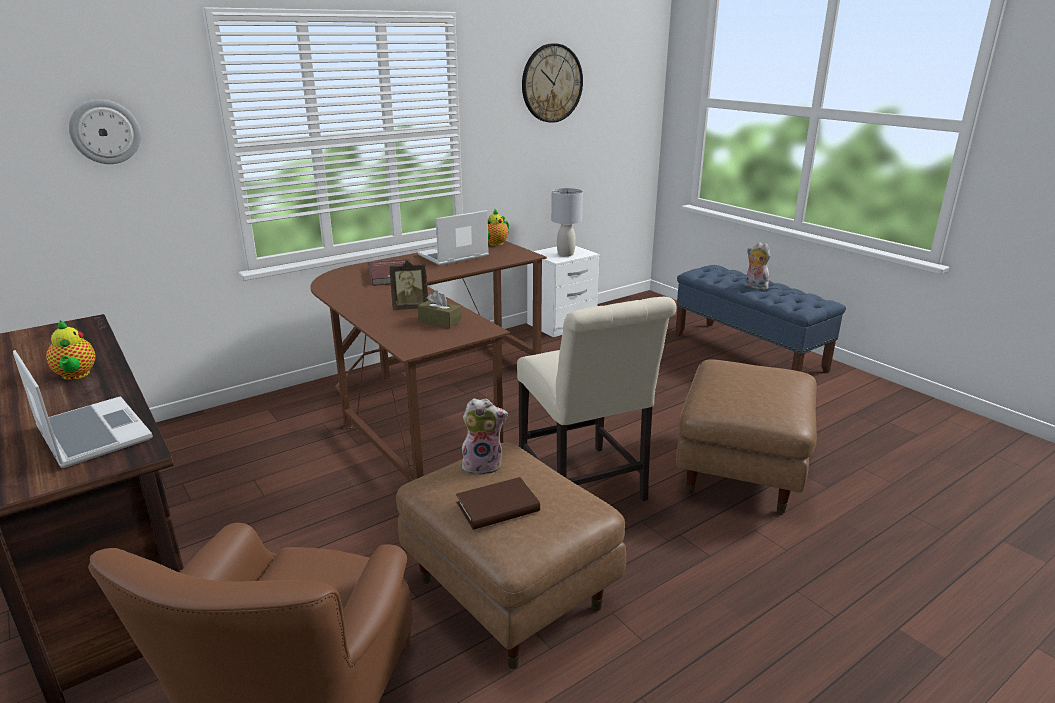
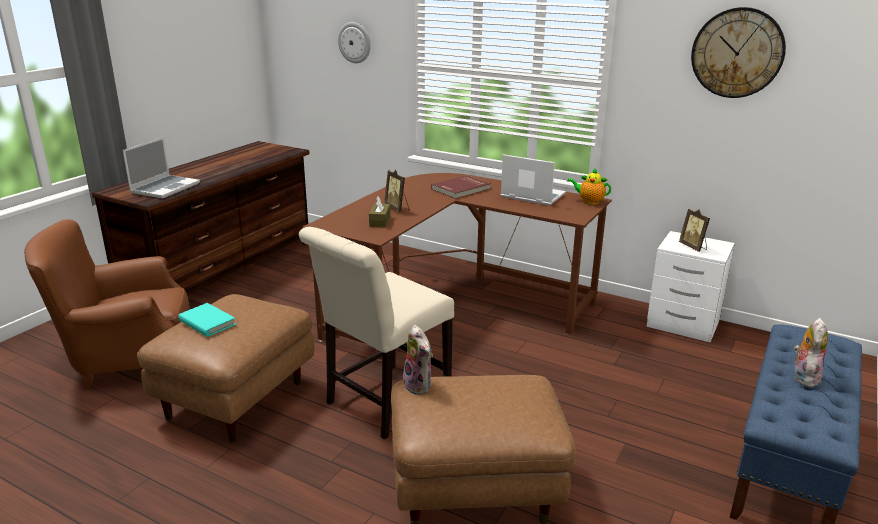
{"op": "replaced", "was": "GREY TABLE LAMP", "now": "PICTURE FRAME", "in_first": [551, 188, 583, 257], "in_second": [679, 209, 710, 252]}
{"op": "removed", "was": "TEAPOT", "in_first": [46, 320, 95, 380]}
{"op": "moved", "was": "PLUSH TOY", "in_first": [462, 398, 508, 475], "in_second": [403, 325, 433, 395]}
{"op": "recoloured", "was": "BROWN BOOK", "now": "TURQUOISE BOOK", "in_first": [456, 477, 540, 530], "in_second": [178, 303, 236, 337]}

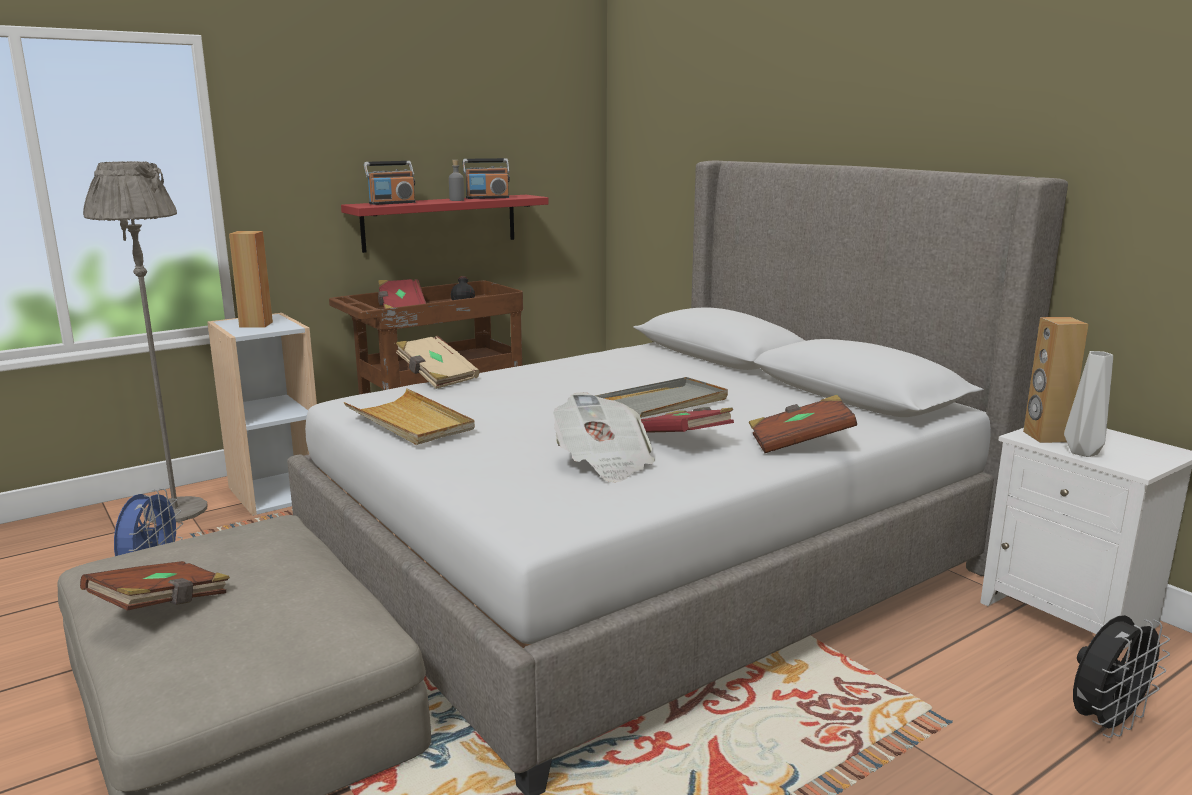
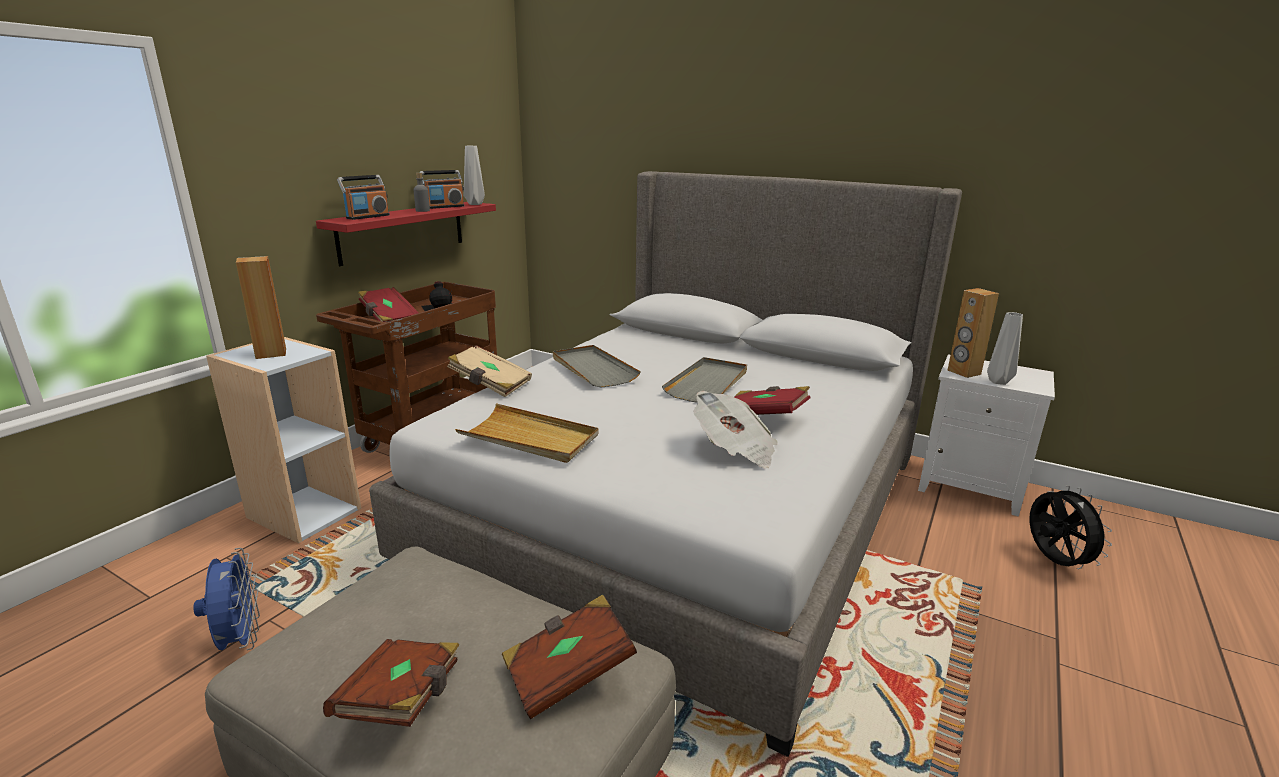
{"op": "removed", "was": "GREY FLOOR LAMP", "in_first": [83, 161, 207, 523]}
{"op": "moved", "was": "BROWN BOOK", "in_first": [749, 395, 857, 453], "in_second": [502, 594, 637, 719]}
{"op": "turned", "was": "BLACK FAN", "in_first": [1073, 615, 1170, 738], "in_second": [1029, 485, 1112, 569], "clockwise": -45}
{"op": "added", "now": "GREY VASE", "in_second": [464, 146, 485, 205]}
{"op": "added", "now": "GREY TRAY", "in_second": [553, 345, 641, 388]}

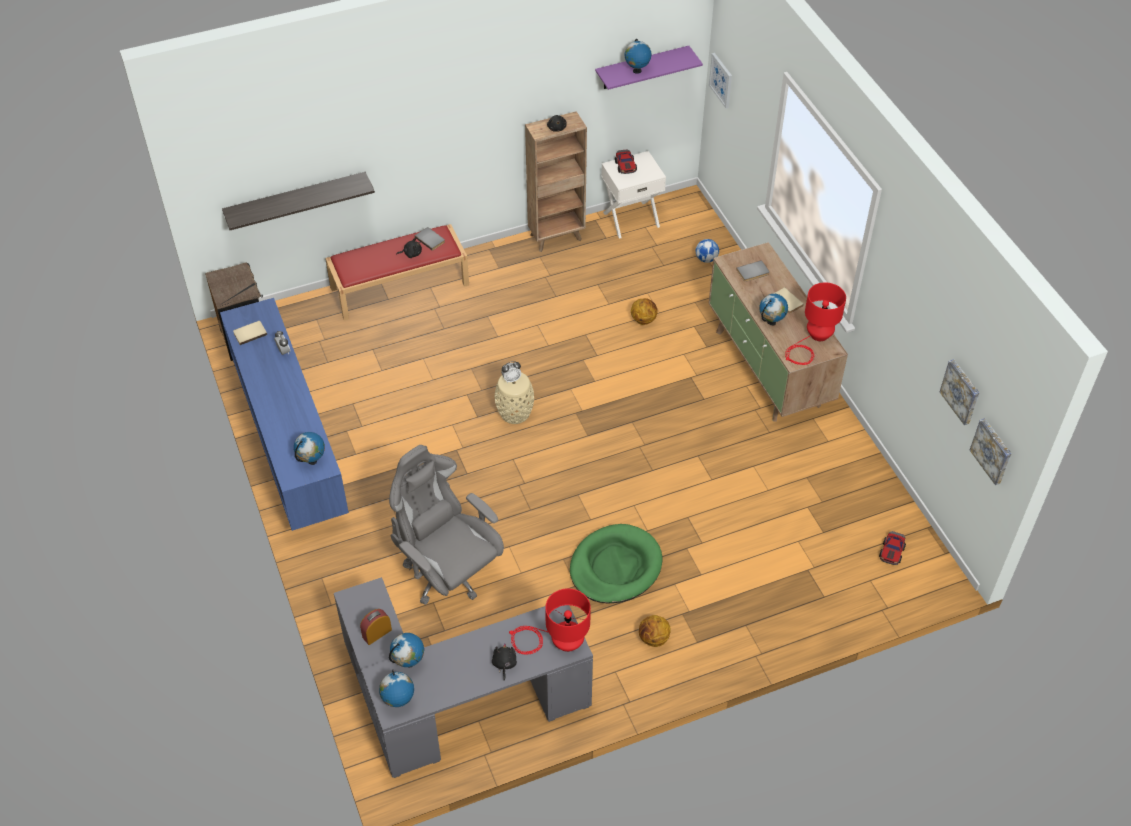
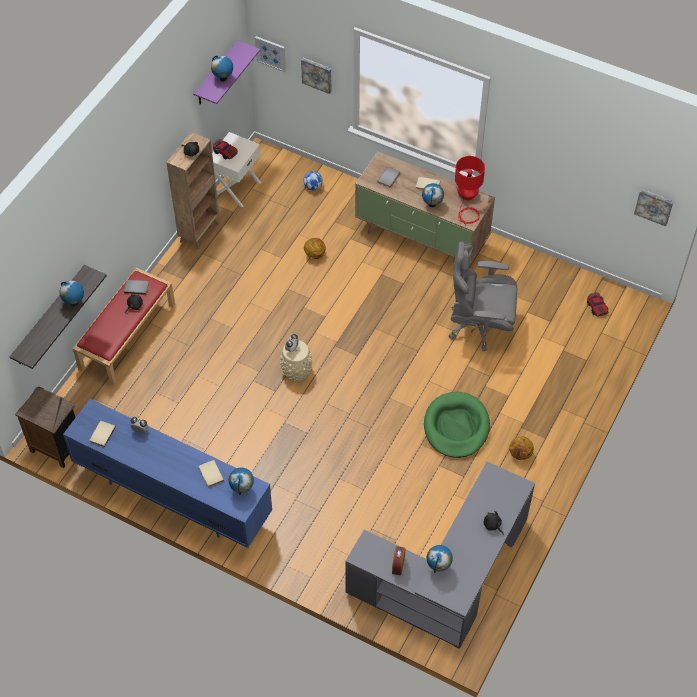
{"op": "moved", "was": "PICTURE", "in_first": [940, 359, 979, 425], "in_second": [301, 58, 332, 94]}
{"op": "moved", "was": "GREY OFFICE CHAIR", "in_first": [389, 445, 504, 605], "in_second": [449, 241, 517, 351]}
{"op": "removed", "was": "RED TABLE LAMP", "in_first": [509, 588, 591, 654]}
{"op": "moved", "was": "GLOBE", "in_first": [379, 670, 414, 707], "in_second": [59, 281, 84, 306]}
{"op": "added", "now": "BEIGE BOOK", "in_second": [199, 460, 224, 487]}

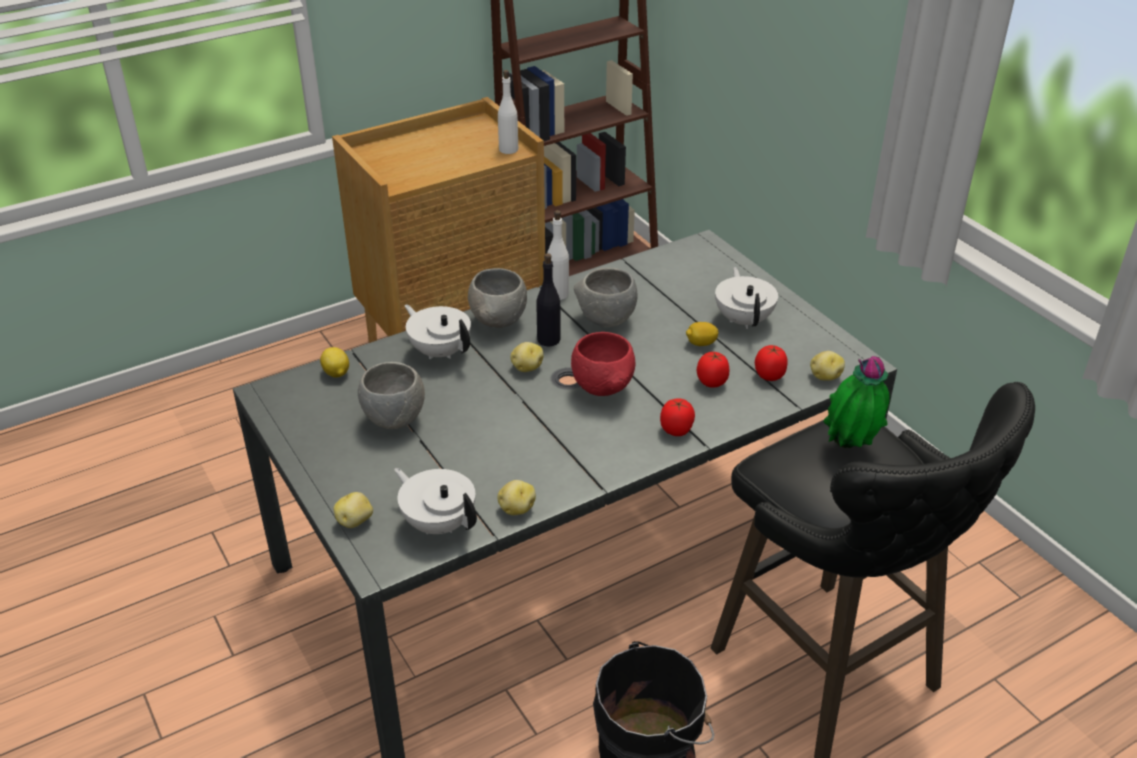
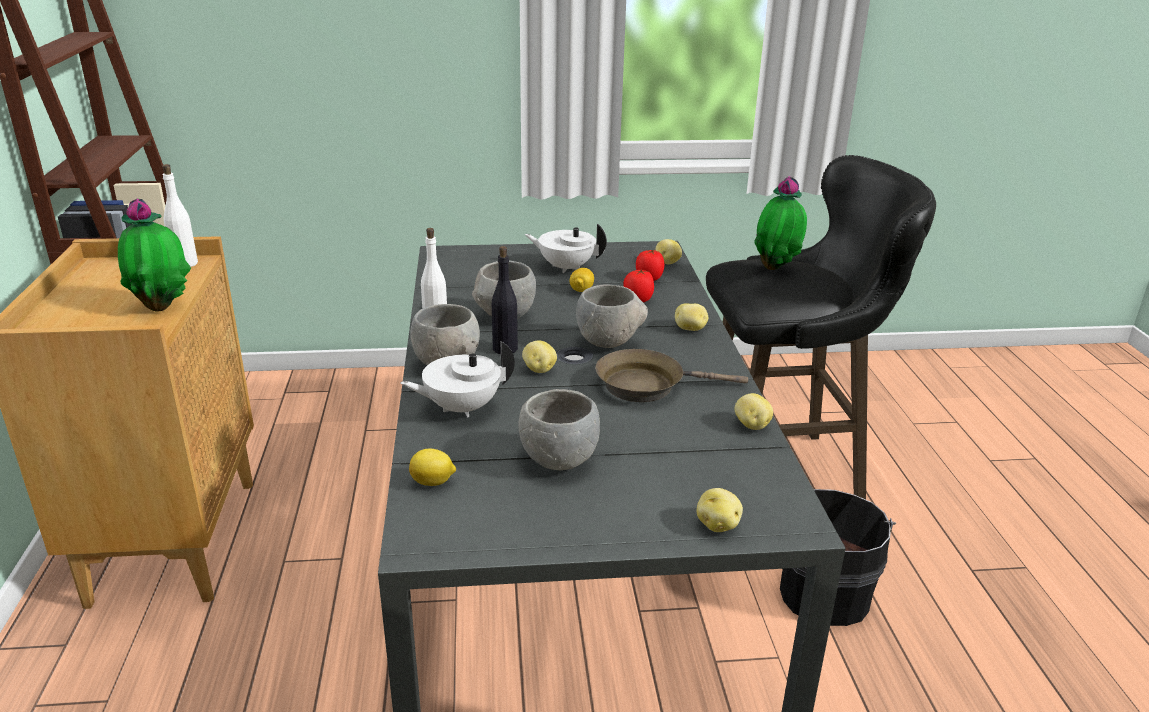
{"op": "recoloured", "was": "RED BOWL", "now": "GREY BOWL", "in_first": [571, 332, 636, 396], "in_second": [576, 284, 648, 348]}
{"op": "replaced", "was": "TOMATO", "now": "POTATO", "in_first": [660, 398, 695, 436], "in_second": [675, 303, 708, 331]}
{"op": "removed", "was": "WHITE TEAPOT", "in_first": [394, 468, 477, 535]}
{"op": "added", "now": "POTTED PLANT", "in_second": [118, 199, 191, 312]}
{"op": "added", "now": "BROWN FRYING PAN", "in_second": [595, 349, 748, 402]}

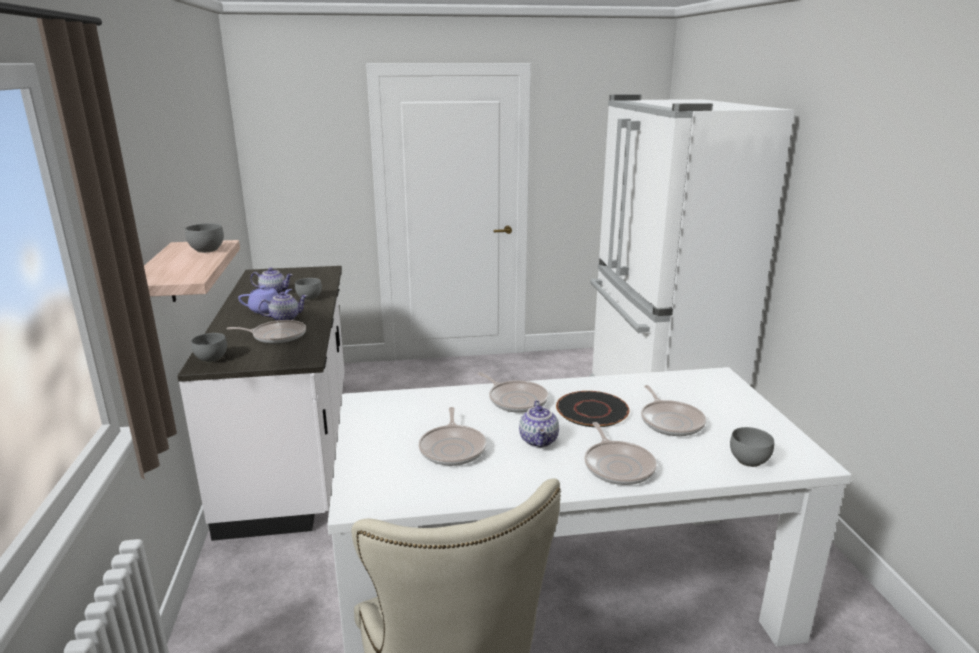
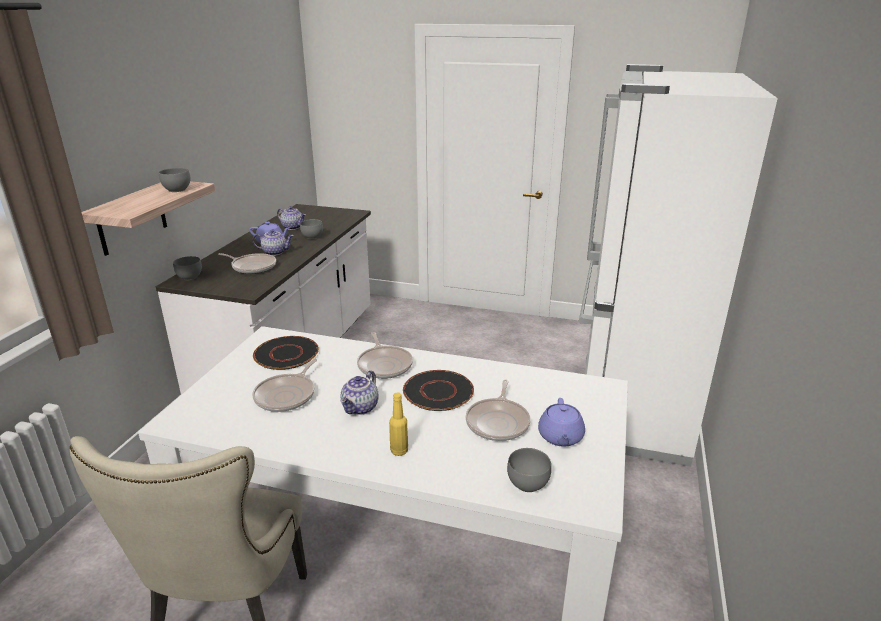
{"op": "replaced", "was": "FRYING PAN", "now": "YELLOW BOTTLE", "in_first": [585, 422, 657, 485], "in_second": [389, 392, 408, 456]}
{"op": "added", "now": "BLACK PLATE", "in_second": [253, 336, 319, 370]}
{"op": "added", "now": "PURPLE TEAPOT", "in_second": [538, 398, 585, 447]}

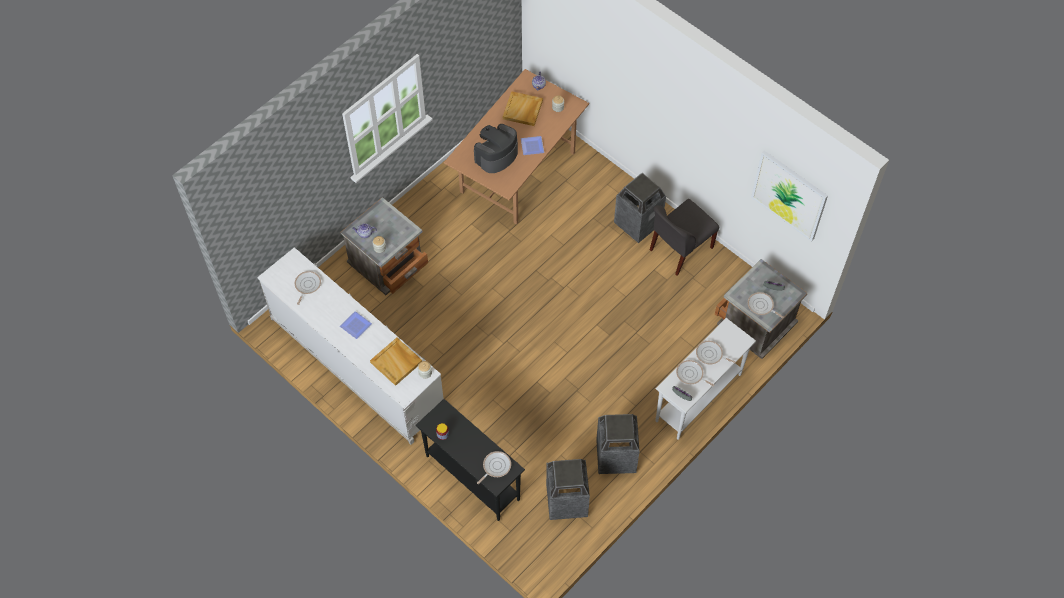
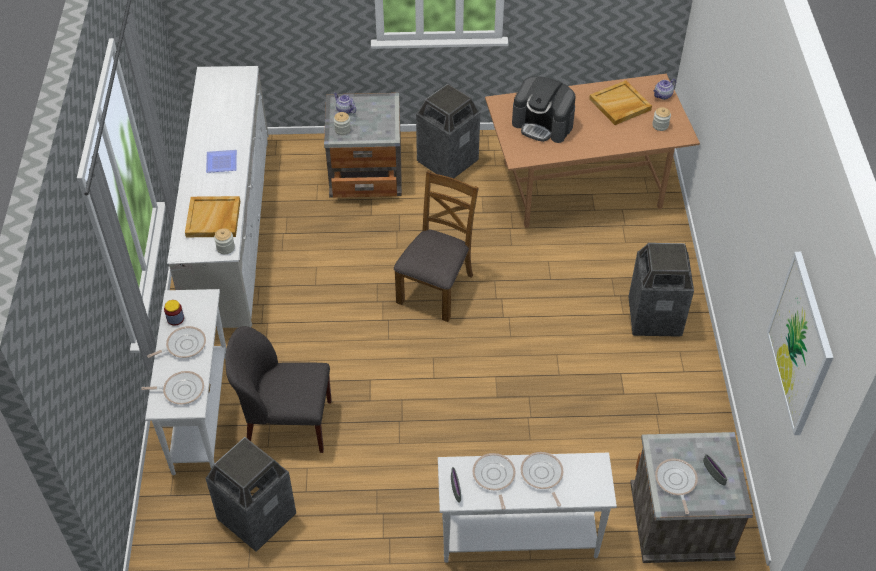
{"op": "turned", "was": "COFFEE MACHINE", "in_first": [474, 124, 518, 173], "in_second": [512, 76, 576, 143], "clockwise": -150}
{"op": "removed", "was": "PLATE", "in_first": [521, 136, 544, 155]}
{"op": "moved", "was": "GREY CHAIR", "in_first": [650, 199, 719, 275], "in_second": [225, 326, 331, 453]}
{"op": "moved", "was": "FRYING PAN", "in_first": [294, 271, 321, 305], "in_second": [147, 326, 206, 358]}
{"op": "recoloured", "was": "BLACK CONSOLE TABLE", "now": "WHITE CONSOLE TABLE", "in_first": [416, 399, 525, 521], "in_second": [145, 289, 227, 475]}
{"op": "moved", "was": "TRASH CAN", "in_first": [596, 414, 640, 474], "in_second": [416, 84, 480, 178]}
{"op": "added", "now": "BROWN CHAIR", "in_second": [394, 171, 479, 322]}

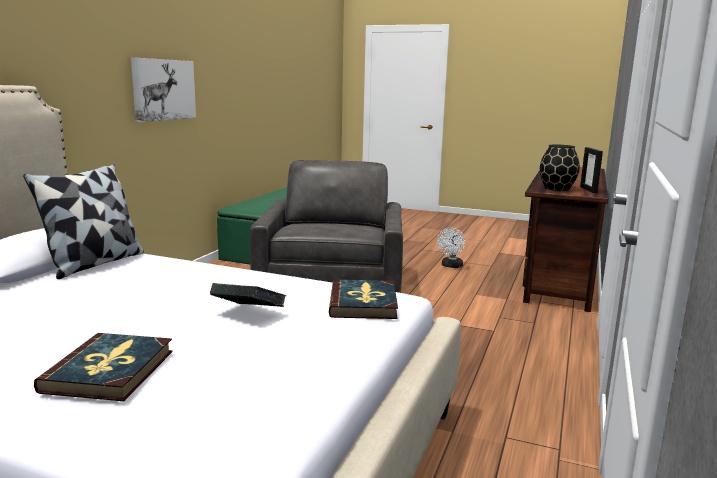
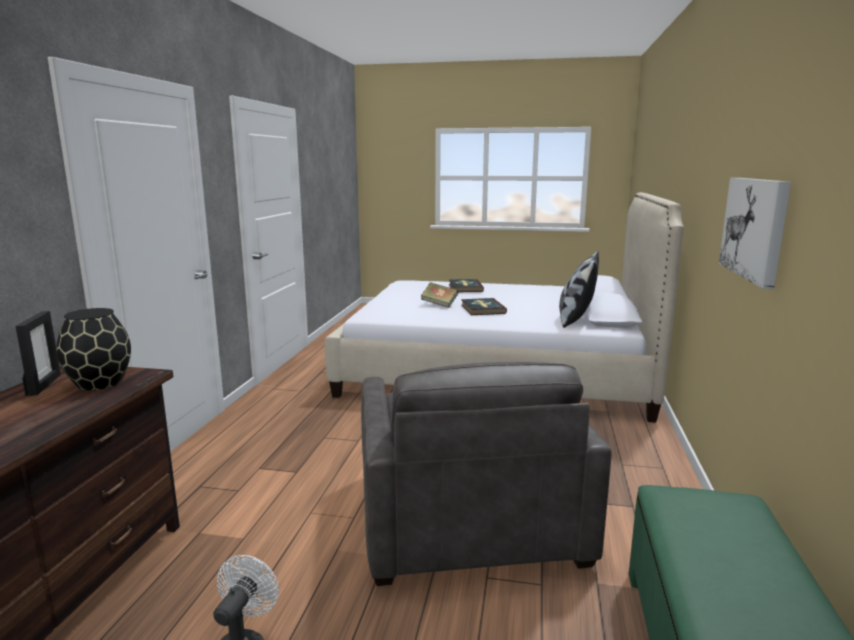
{"op": "moved", "was": "BOOK", "in_first": [329, 279, 398, 319], "in_second": [461, 298, 507, 315]}

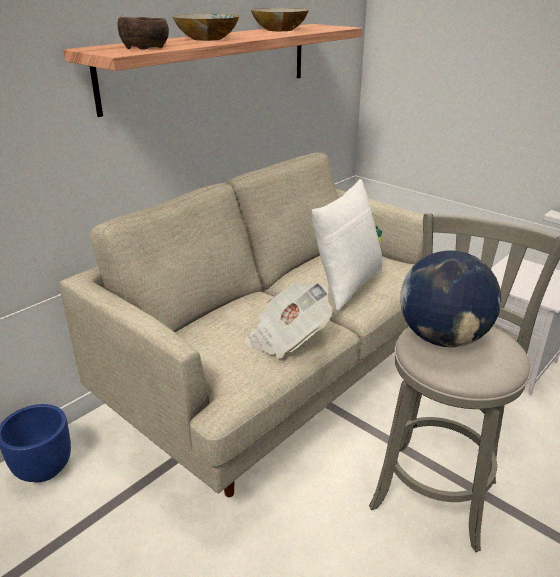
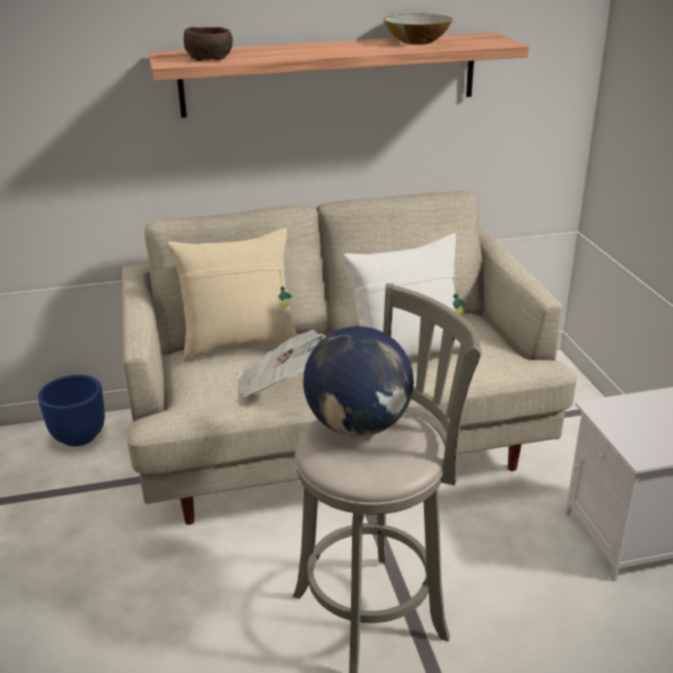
{"op": "removed", "was": "BOWL", "in_first": [173, 14, 239, 41]}
{"op": "added", "now": "BEIGE PILLOW", "in_second": [167, 228, 297, 361]}

